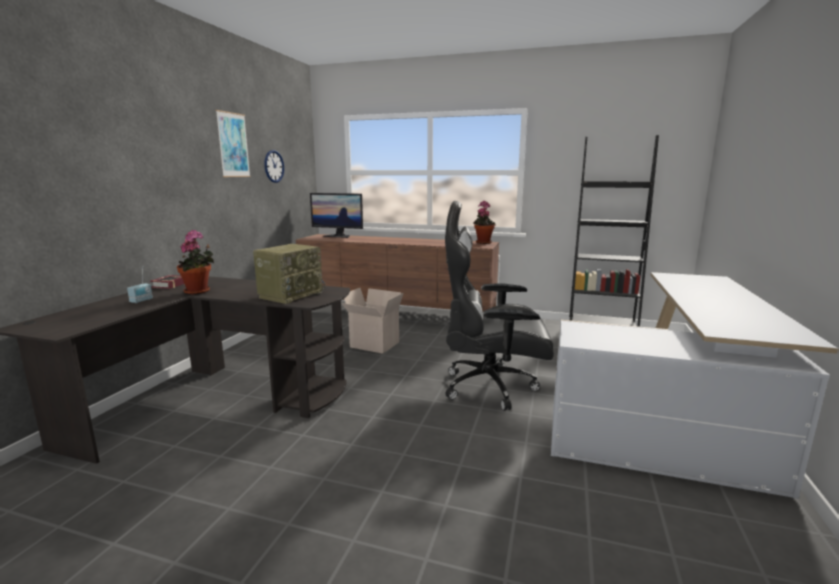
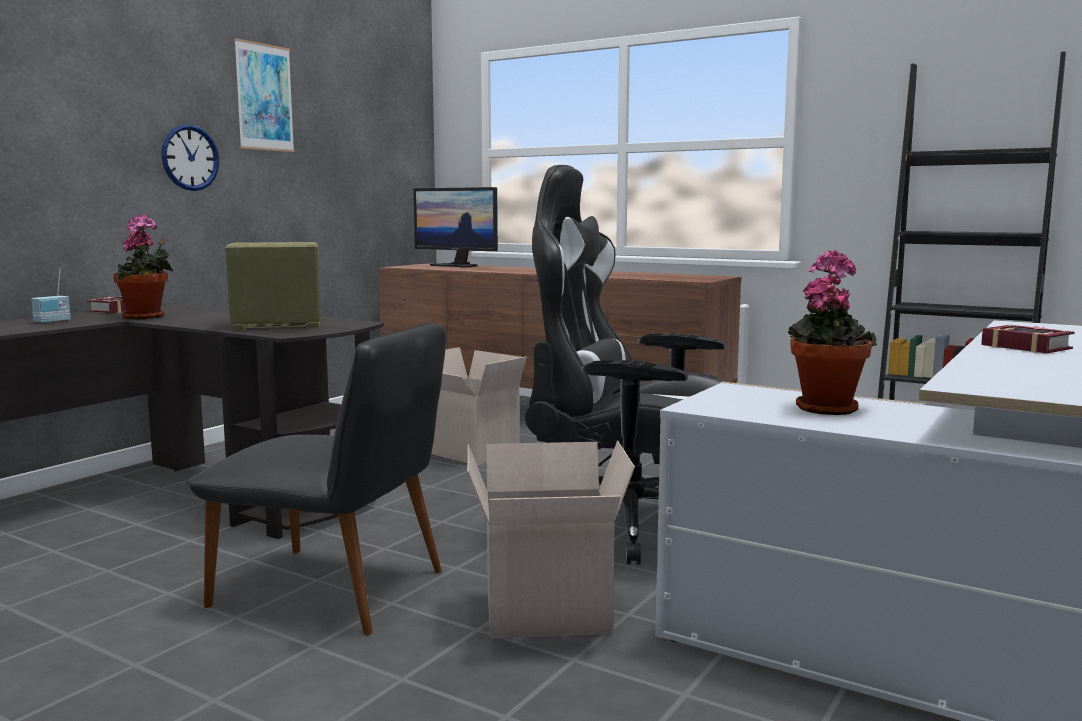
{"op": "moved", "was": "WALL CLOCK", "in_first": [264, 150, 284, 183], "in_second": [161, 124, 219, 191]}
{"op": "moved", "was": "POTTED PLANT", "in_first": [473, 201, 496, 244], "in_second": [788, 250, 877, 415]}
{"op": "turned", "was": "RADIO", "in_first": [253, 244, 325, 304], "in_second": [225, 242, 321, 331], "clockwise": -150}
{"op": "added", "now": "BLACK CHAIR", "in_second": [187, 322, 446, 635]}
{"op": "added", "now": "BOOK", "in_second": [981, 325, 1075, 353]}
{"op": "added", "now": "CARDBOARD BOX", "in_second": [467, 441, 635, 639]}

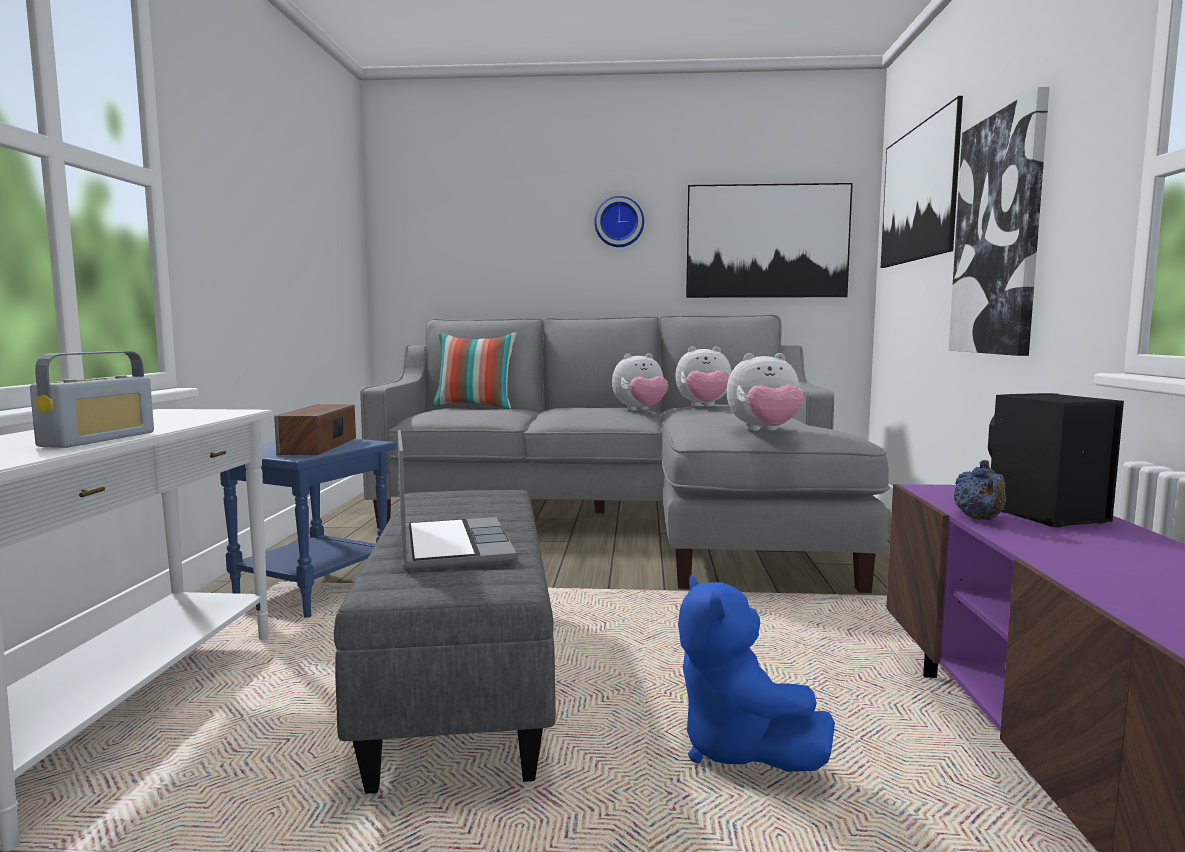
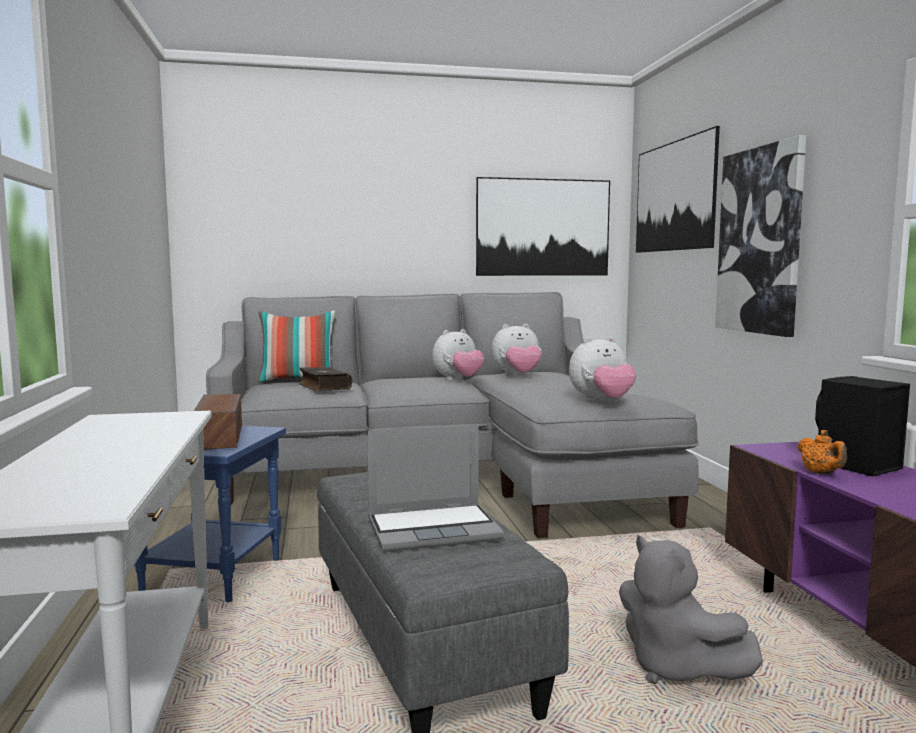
{"op": "removed", "was": "WALL CLOCK", "in_first": [594, 196, 644, 247]}
{"op": "removed", "was": "RADIO", "in_first": [30, 351, 154, 448]}
{"op": "turned", "was": "LAPTOP", "in_first": [397, 430, 517, 571], "in_second": [367, 425, 504, 552], "clockwise": 105}
{"op": "recoloured", "was": "BLUE TEAPOT", "now": "ORANGE TEAPOT", "in_first": [954, 460, 1006, 520], "in_second": [798, 430, 847, 474]}
{"op": "recoloured", "was": "BLUE PLUSH TOY", "now": "GREY PLUSH TOY", "in_first": [678, 575, 835, 772], "in_second": [619, 535, 763, 684]}
{"op": "added", "now": "BOOK", "in_second": [299, 367, 352, 391]}

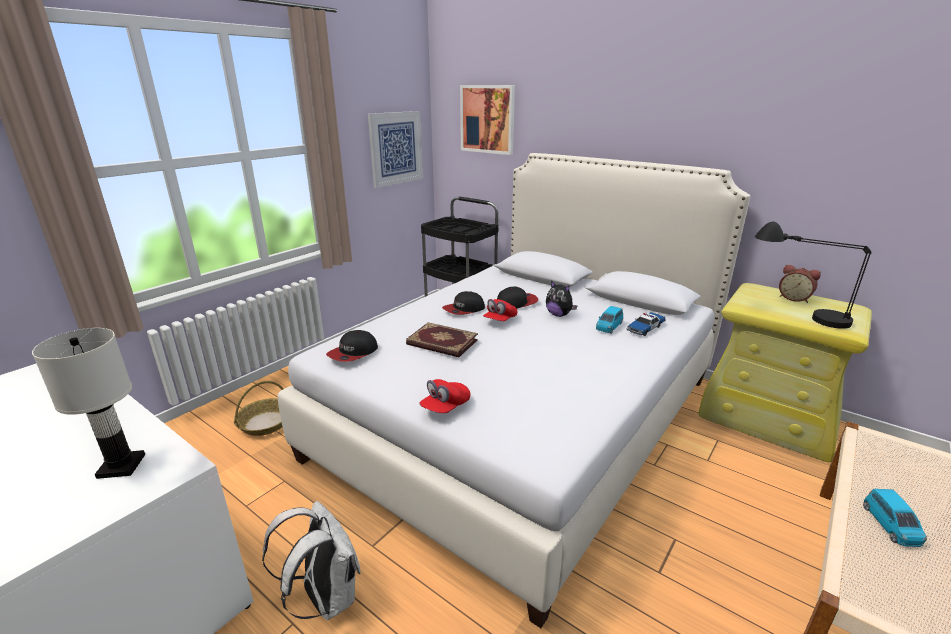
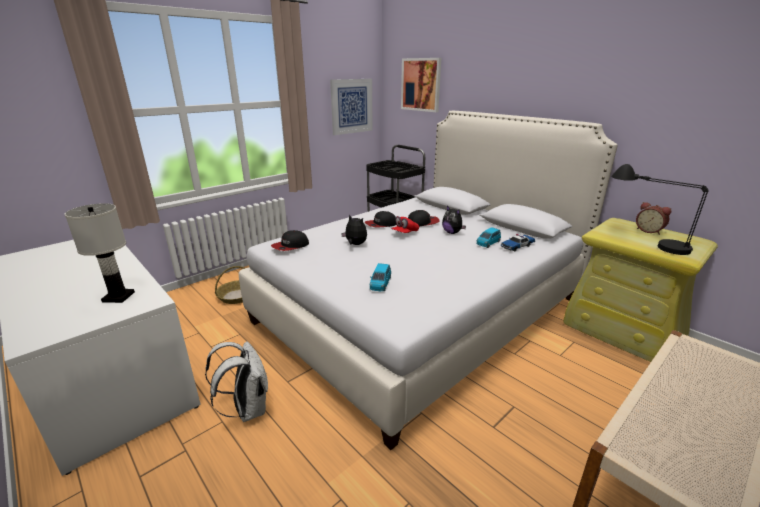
{"op": "replaced", "was": "BOOK", "now": "PLUSH TOY", "in_first": [406, 322, 478, 357], "in_second": [341, 214, 367, 245]}
{"op": "removed", "was": "RED CAP", "in_first": [419, 379, 470, 413]}
{"op": "moved", "was": "BLUE TOY CAR", "in_first": [863, 489, 927, 547], "in_second": [370, 263, 391, 291]}

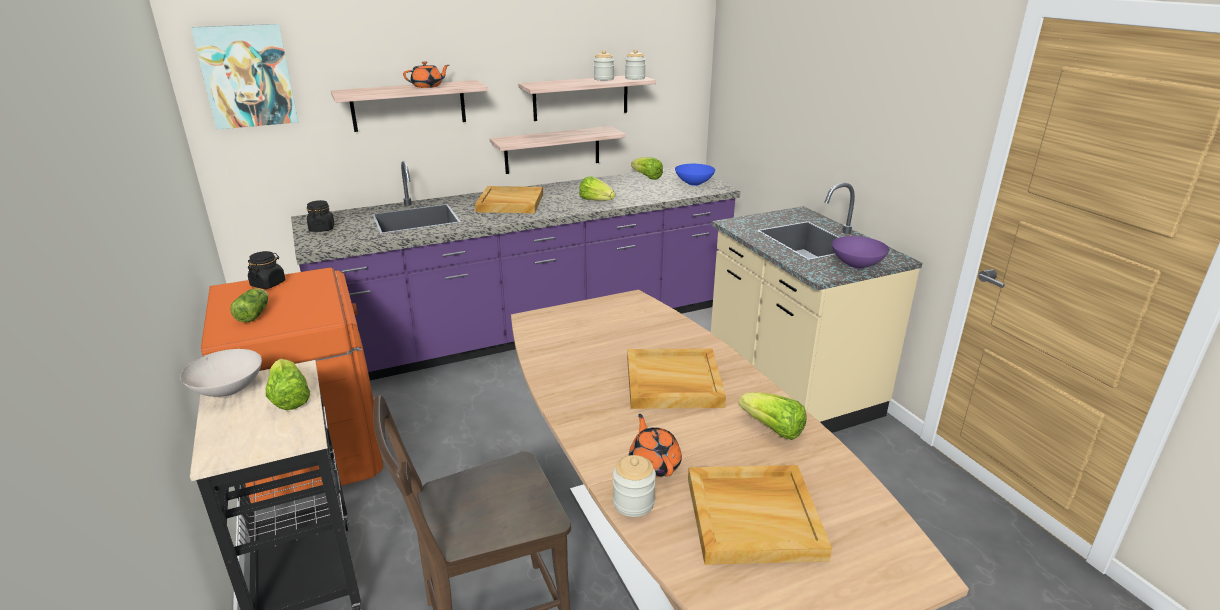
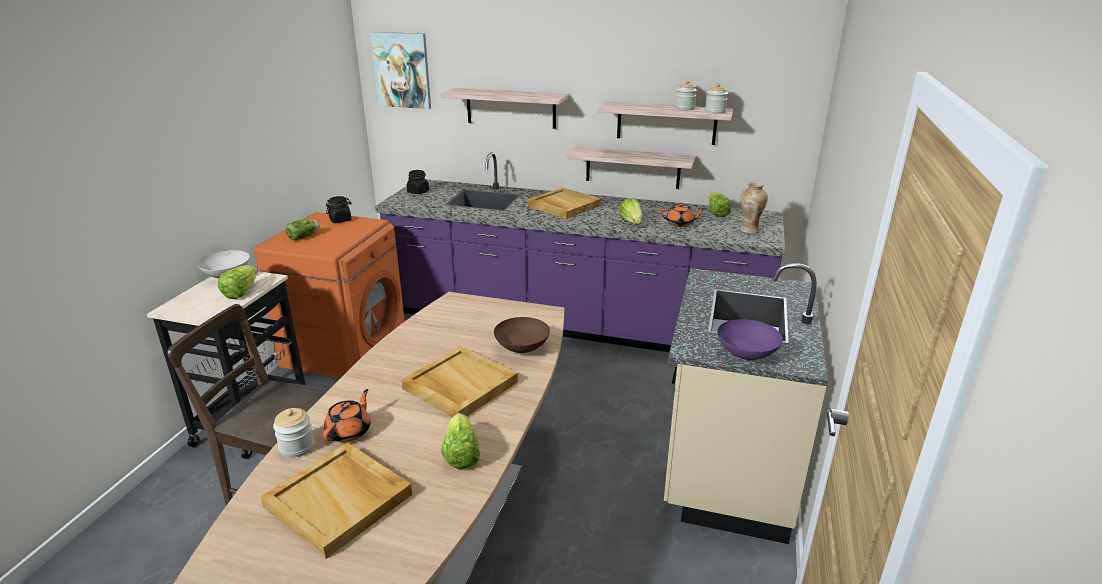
{"op": "moved", "was": "ORANGE TEAPOT", "in_first": [403, 61, 449, 88], "in_second": [660, 203, 704, 227]}
{"op": "replaced", "was": "BLUE BOWL", "now": "VASE", "in_first": [675, 164, 715, 186], "in_second": [740, 182, 768, 234]}
{"op": "added", "now": "BROWN BOWL", "in_second": [494, 317, 550, 353]}

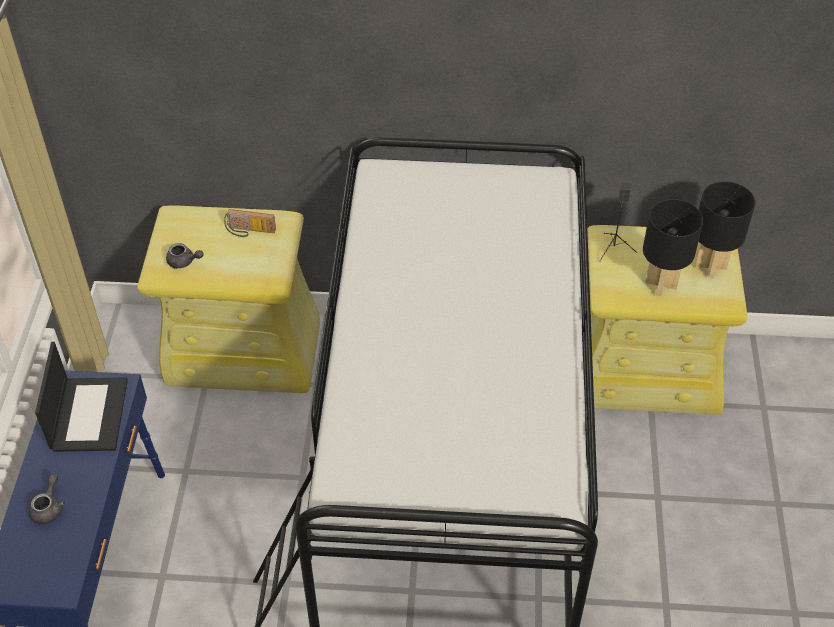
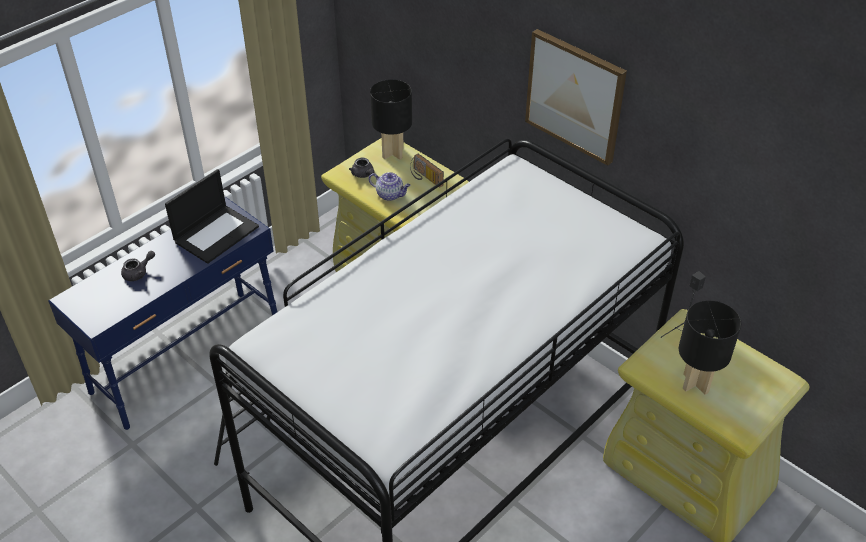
{"op": "moved", "was": "BLACK TABLE LAMP", "in_first": [695, 181, 755, 278], "in_second": [370, 79, 412, 160]}
{"op": "added", "now": "PICTURE", "in_second": [525, 29, 627, 166]}
{"op": "added", "now": "TEAPOT", "in_second": [369, 172, 411, 201]}

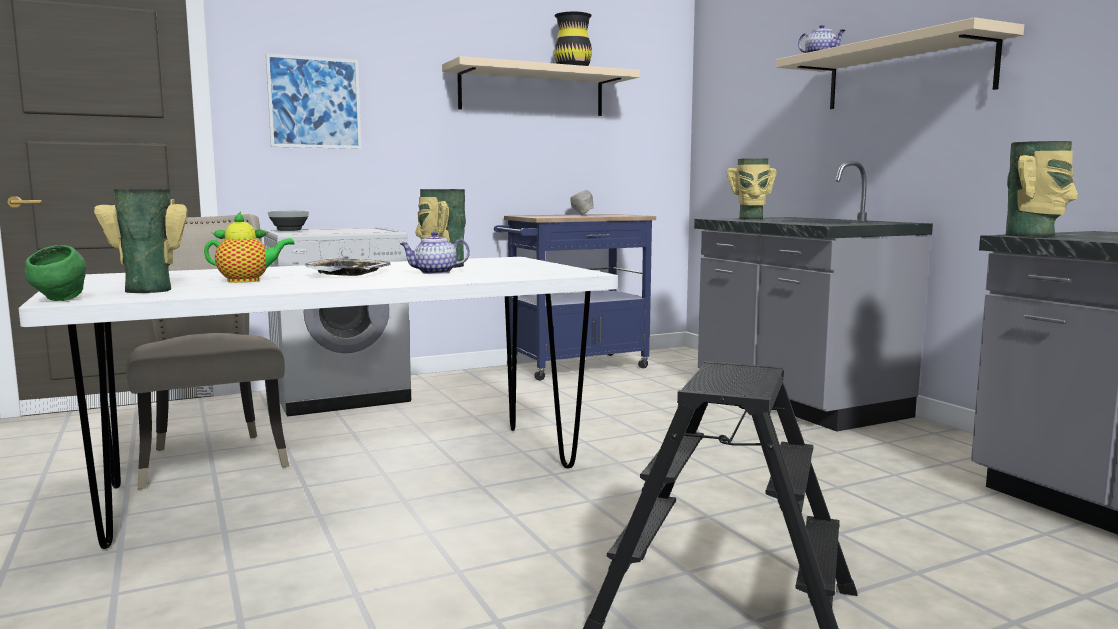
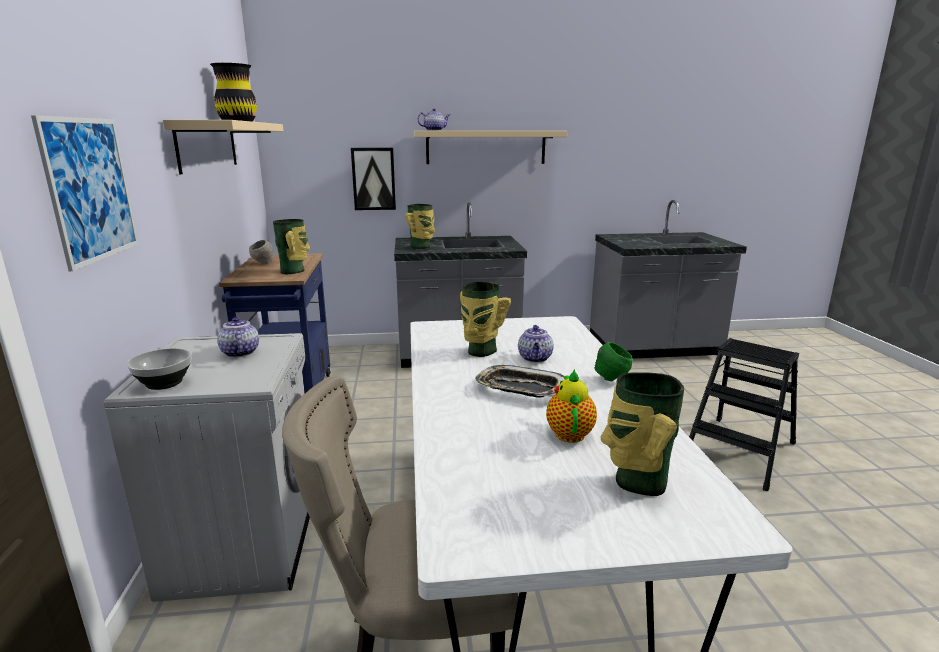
{"op": "moved", "was": "VASE", "in_first": [1006, 141, 1078, 237], "in_second": [273, 219, 310, 274]}
{"op": "moved", "was": "GREEN BOWL", "in_first": [25, 245, 86, 301], "in_second": [594, 342, 633, 381]}
{"op": "added", "now": "PICTURE", "in_second": [351, 148, 396, 210]}
{"op": "added", "now": "TEAPOT", "in_second": [217, 317, 259, 358]}

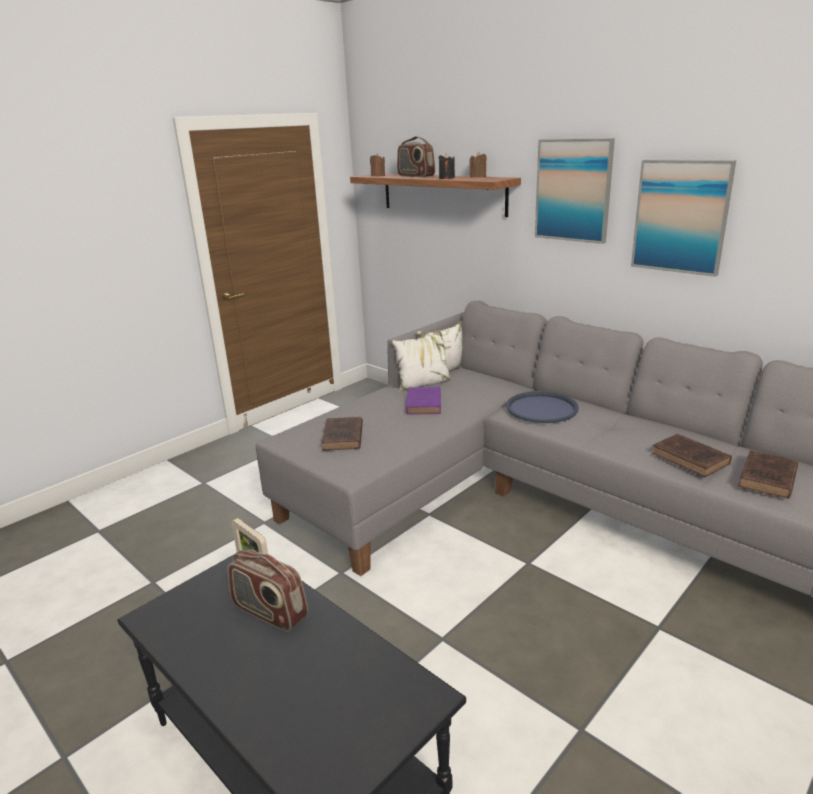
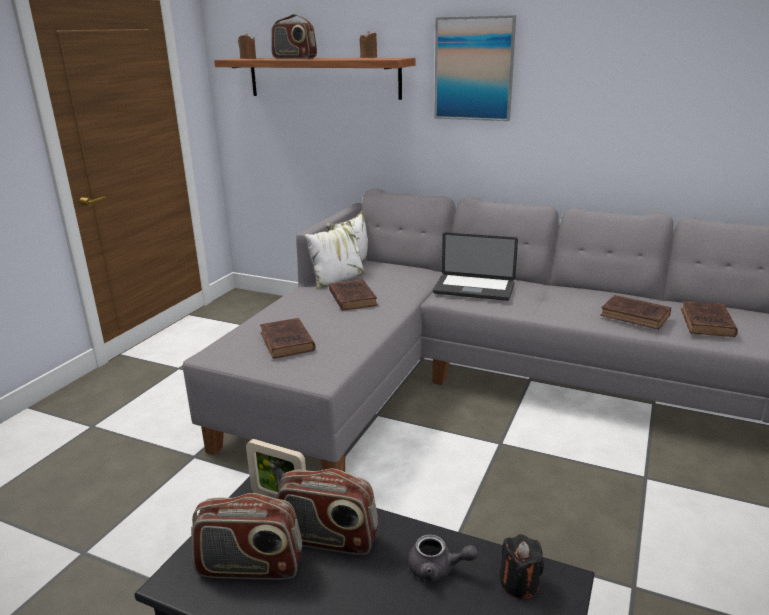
{"op": "moved", "was": "BLACK CANDLE", "in_first": [439, 153, 455, 179], "in_second": [500, 534, 544, 599]}
{"op": "removed", "was": "PICTURE", "in_first": [631, 160, 736, 277]}
{"op": "recoloured", "was": "PURPLE BOOK", "now": "BROWN BOOK", "in_first": [406, 387, 441, 415], "in_second": [329, 279, 378, 311]}
{"op": "replaced", "was": "BLUE TRAY", "now": "LAPTOP", "in_first": [506, 391, 579, 423], "in_second": [433, 232, 518, 301]}
{"op": "added", "now": "RADIO", "in_second": [191, 493, 302, 580]}
{"op": "added", "now": "GREY TEAPOT", "in_second": [408, 534, 478, 581]}

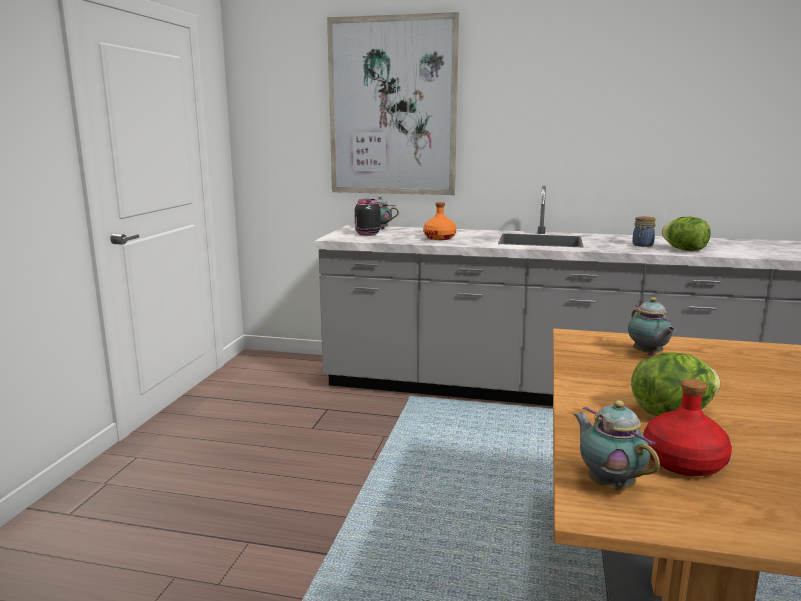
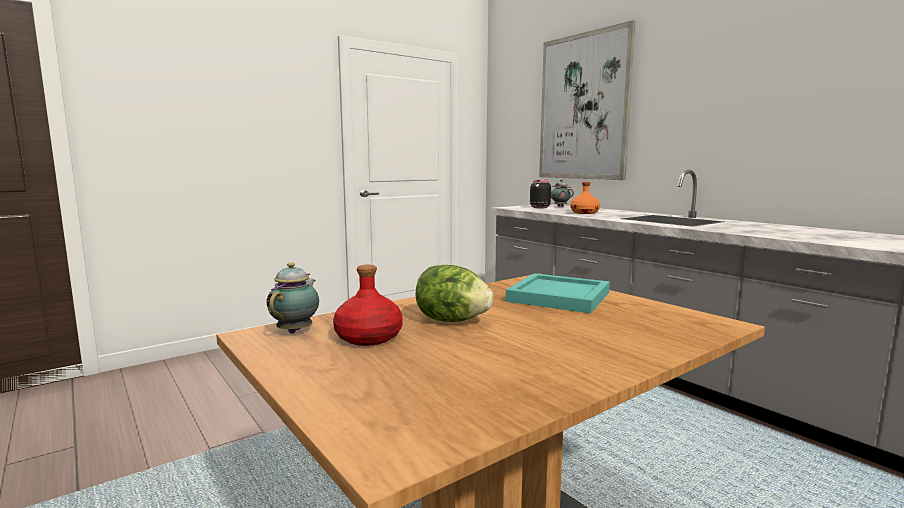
{"op": "removed", "was": "JAR", "in_first": [632, 216, 656, 247]}
{"op": "removed", "was": "LETTUCE", "in_first": [661, 217, 711, 251]}
{"op": "replaced", "was": "TEAPOT", "now": "TURQUOISE TRAY", "in_first": [628, 297, 675, 356], "in_second": [505, 273, 610, 313]}

